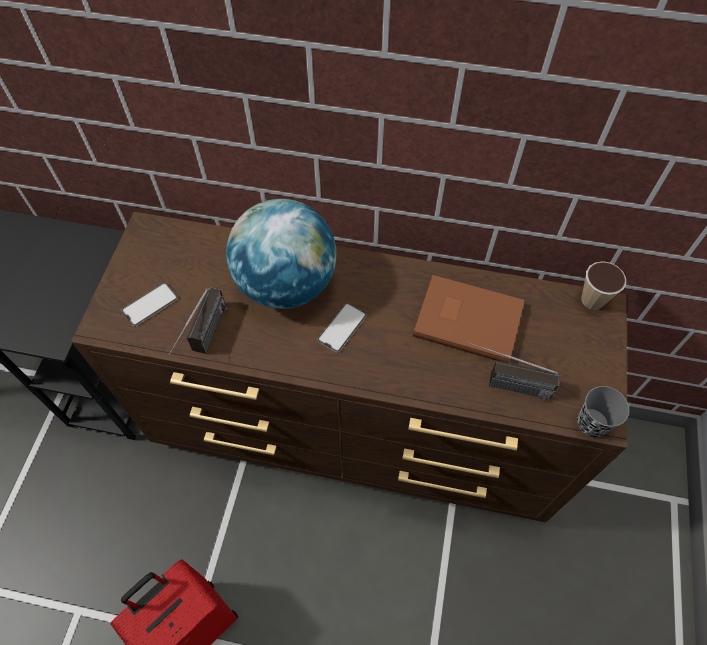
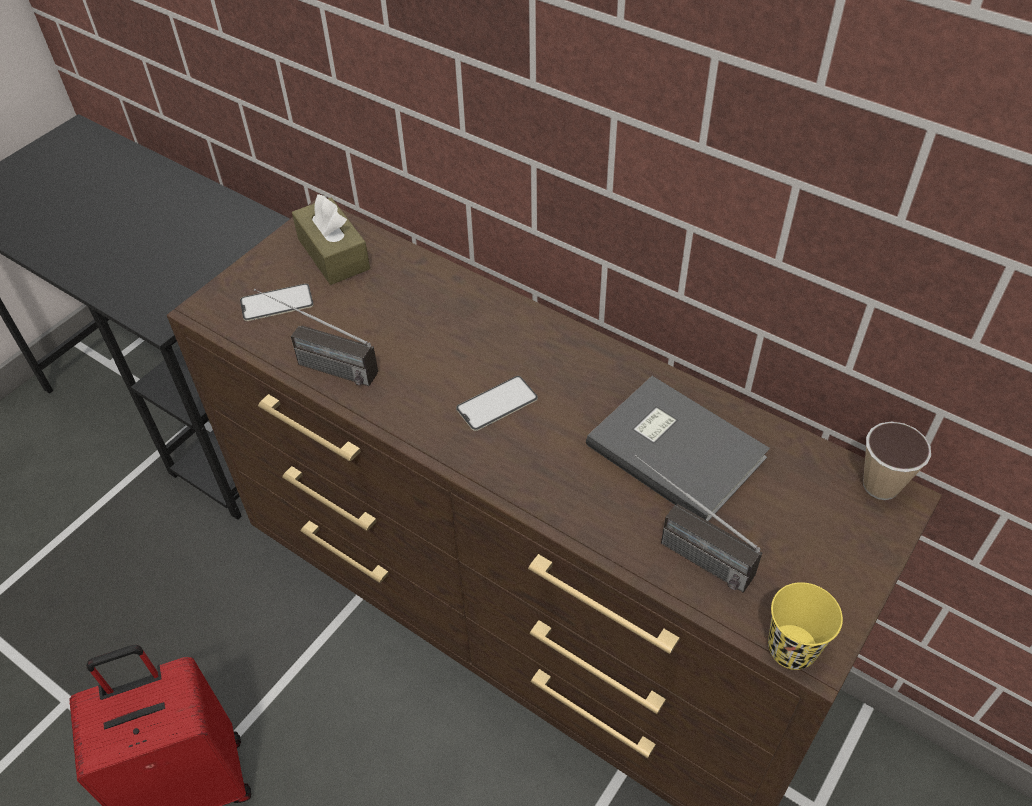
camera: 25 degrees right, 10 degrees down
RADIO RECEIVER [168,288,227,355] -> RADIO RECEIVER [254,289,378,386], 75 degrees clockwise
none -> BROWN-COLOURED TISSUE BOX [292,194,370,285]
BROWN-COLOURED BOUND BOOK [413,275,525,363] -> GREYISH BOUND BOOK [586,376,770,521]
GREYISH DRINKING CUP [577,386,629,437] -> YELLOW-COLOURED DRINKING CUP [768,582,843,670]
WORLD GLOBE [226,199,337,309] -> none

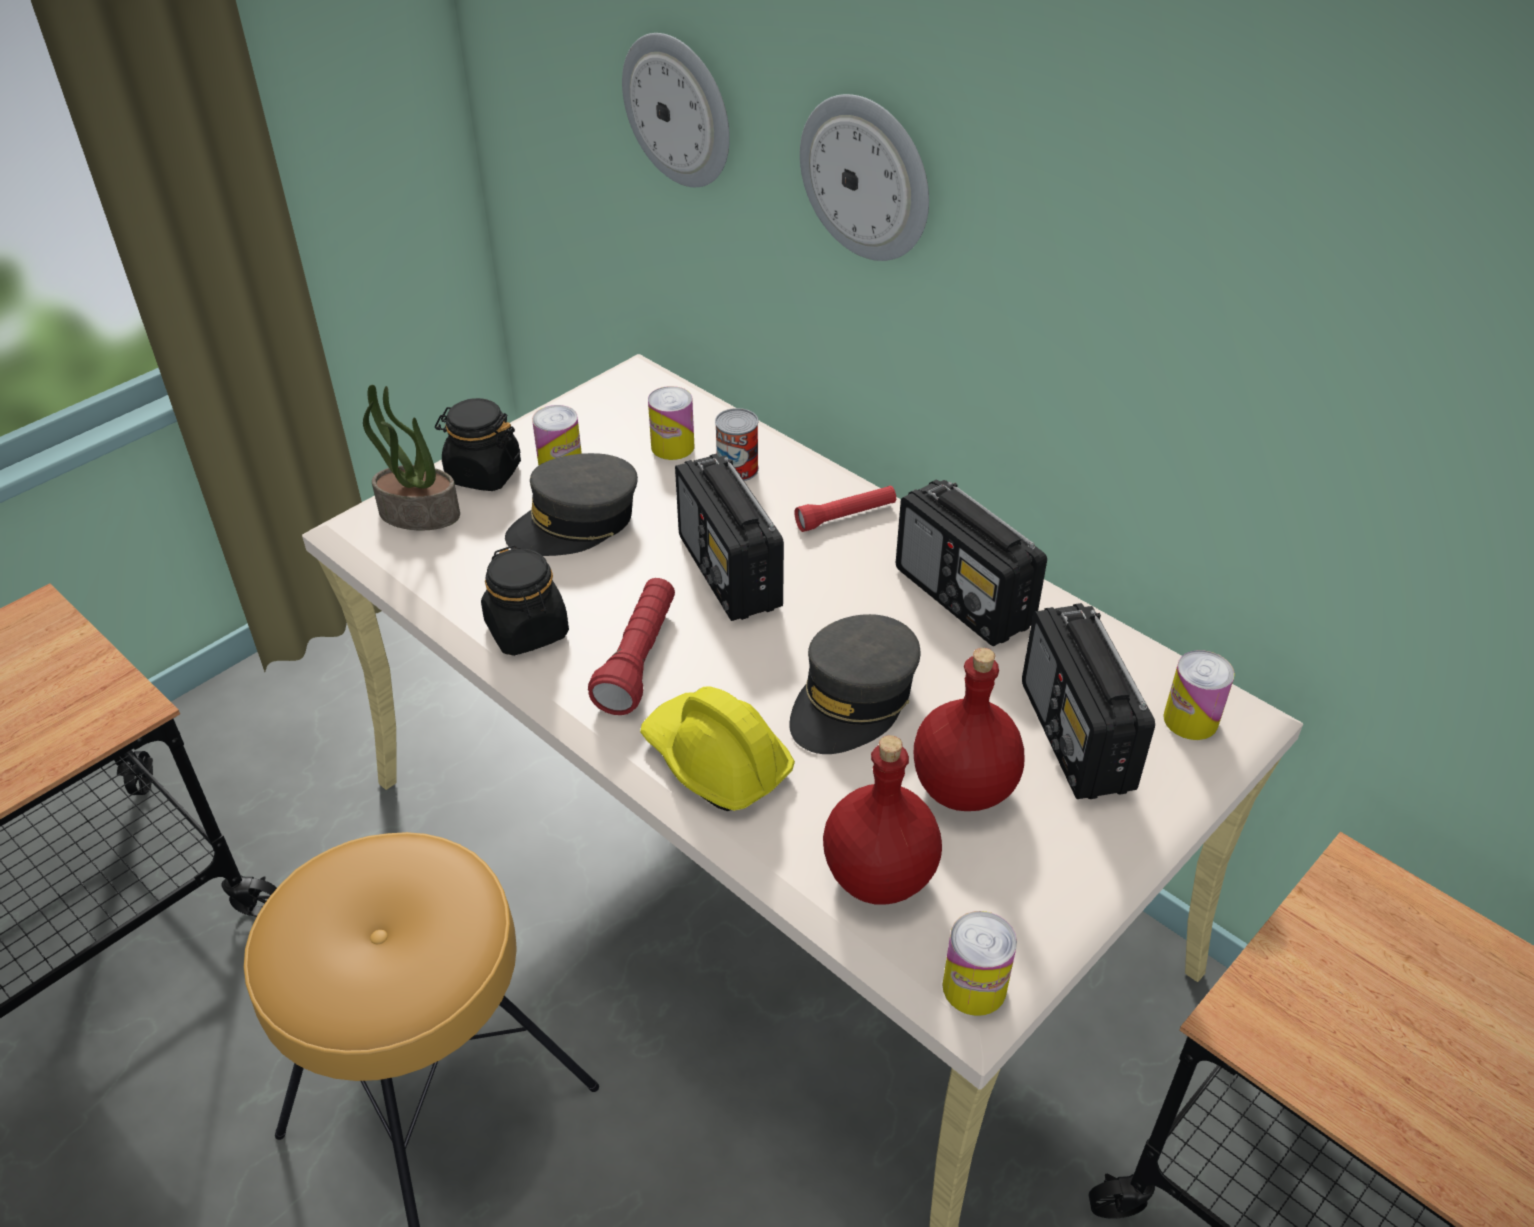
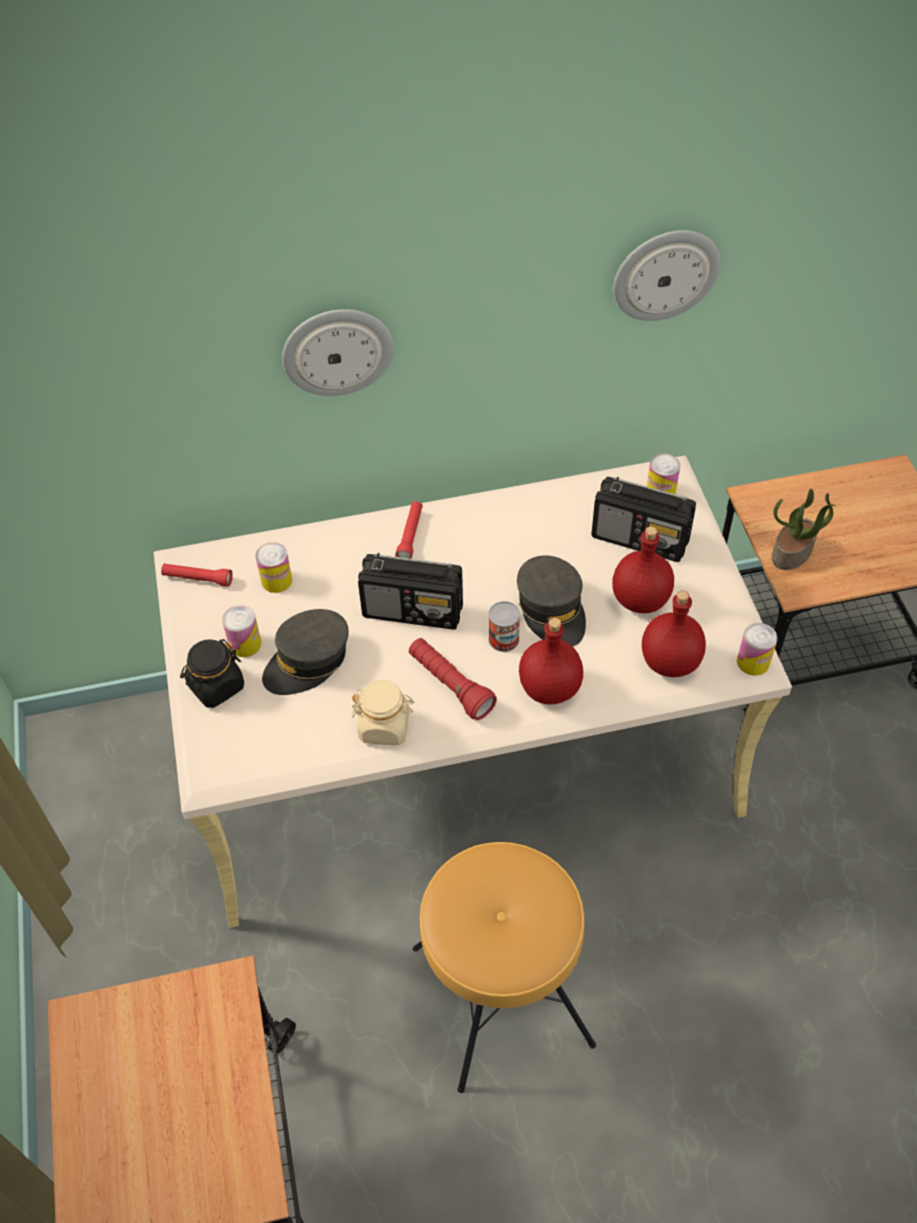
camera: 55 degrees left, 10 degrees up
none -> RED HAND TORCH [161,563,233,587]
GREYISH BASEBALL CAP [505,453,638,556] -> GREYISH BASEBALL CAP [262,609,349,695], 45 degrees clockwise
BLACK-COLOURED STORAGE JAR [481,545,569,656] -> BEIGE STORAGE JAR [351,680,415,745]
CAN [715,408,759,481] -> CAN [489,601,520,652], moved
YELLOW-COLOURED SAFETY HELMET [640,686,795,811] -> RED DRINK BOTTLE [519,618,583,704]
HANGING CLOCK [622,33,730,187] -> HANGING CLOCK [614,230,721,321], moved
POTTED PLANT [363,385,460,530] -> POTTED PLANT [772,489,836,570], moved
RADIO RECEIVER [896,479,1047,646] -> none

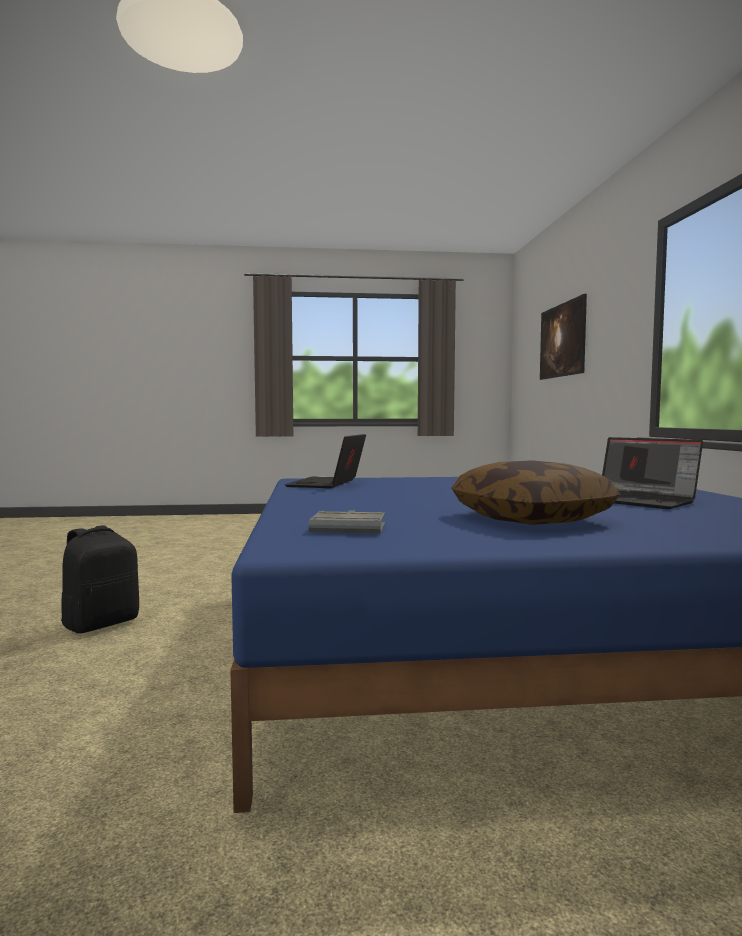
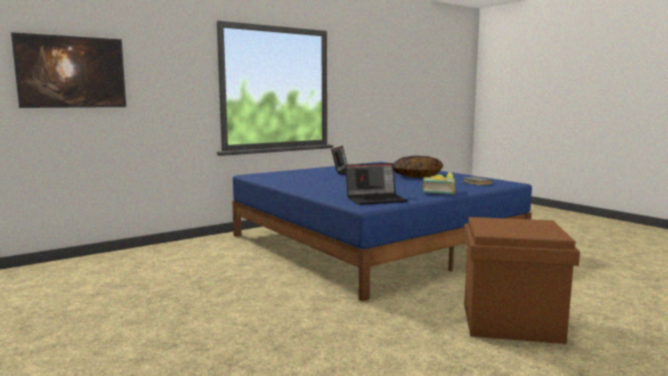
camera: 120 degrees left, 5 degrees up
none -> BOUND BOOK [423,172,455,195]
BLACK-COLOURED BACKPACK [61,525,139,633] -> BROWN-COLOURED STORAGE CONTAINER [464,217,580,344]

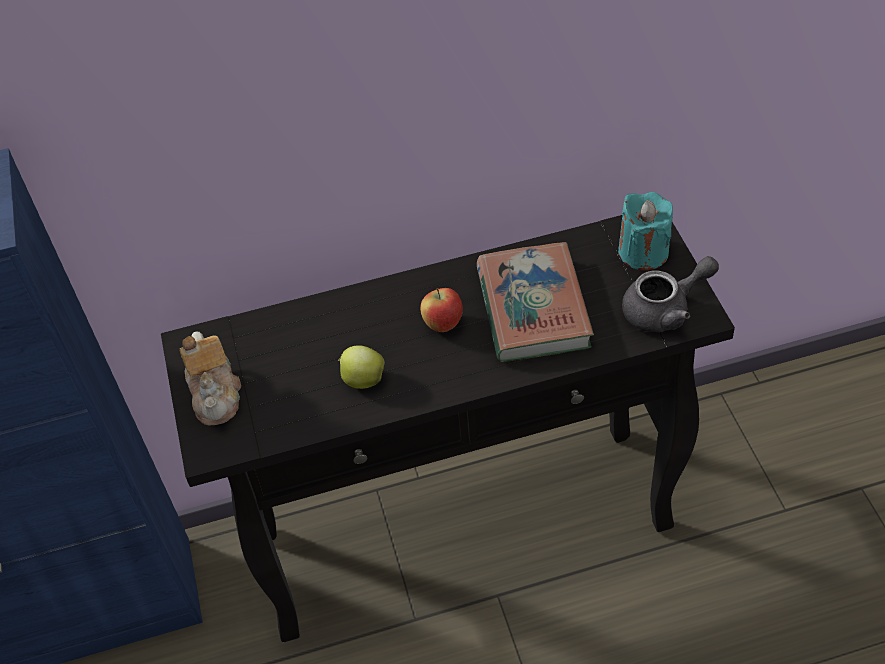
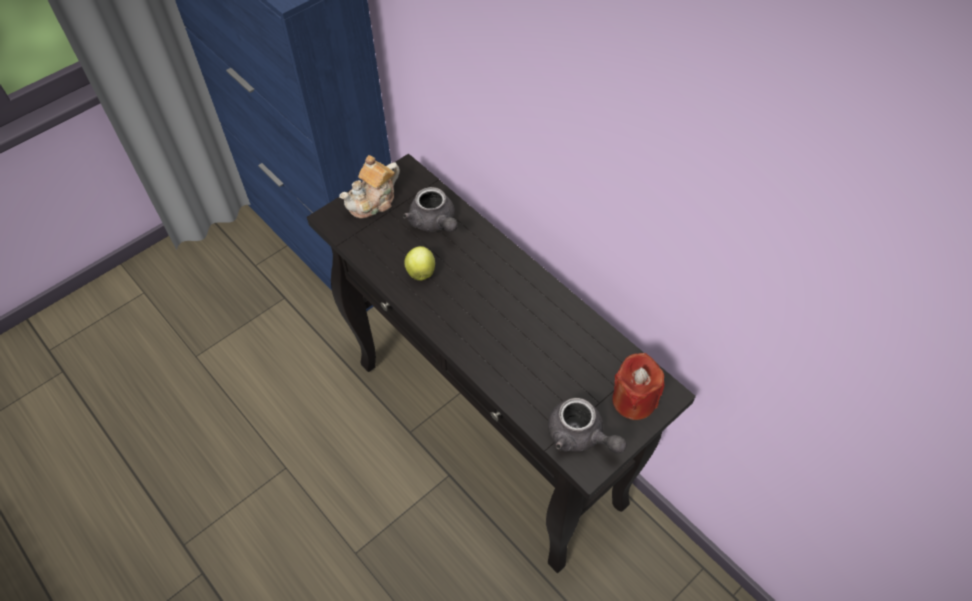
camera: 60 degrees right, 5 degrees up
none -> GREYISH TEA POT [403,187,458,232]
BLUE-GREEN WAX LIGHT [618,192,673,270] -> RED WAX LIGHT [612,353,664,420]
WHOLE APPLE [420,288,463,332] -> none
BOUND BOOK [477,242,594,362] -> none

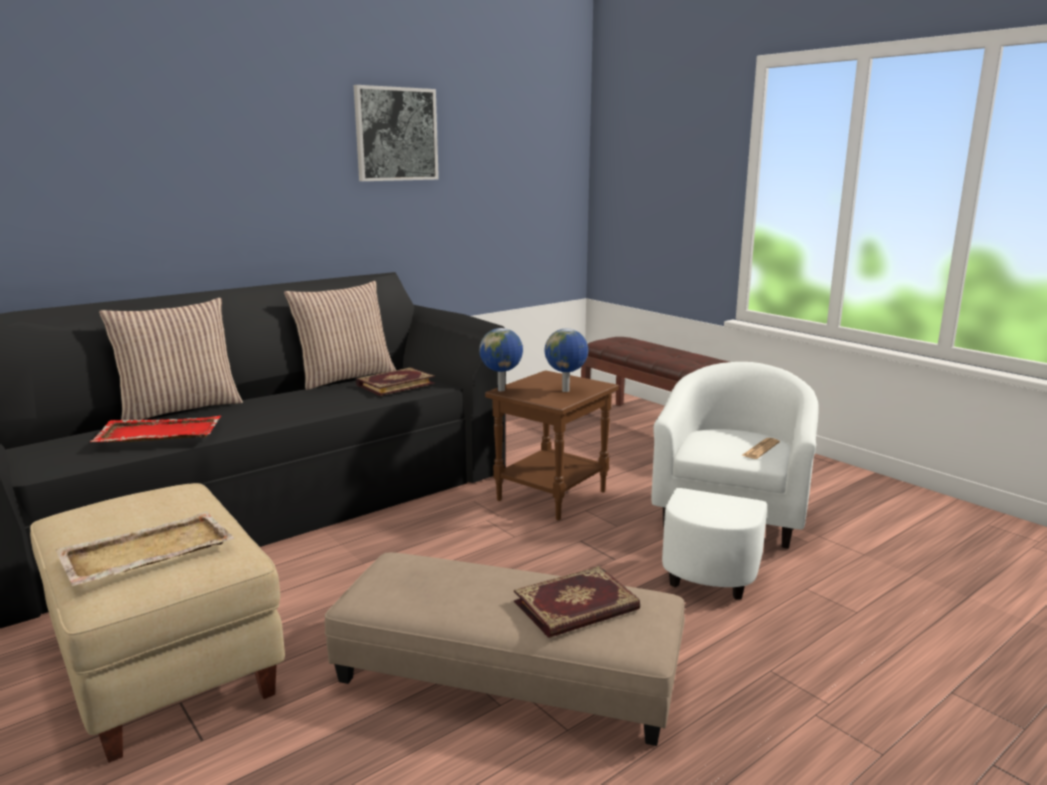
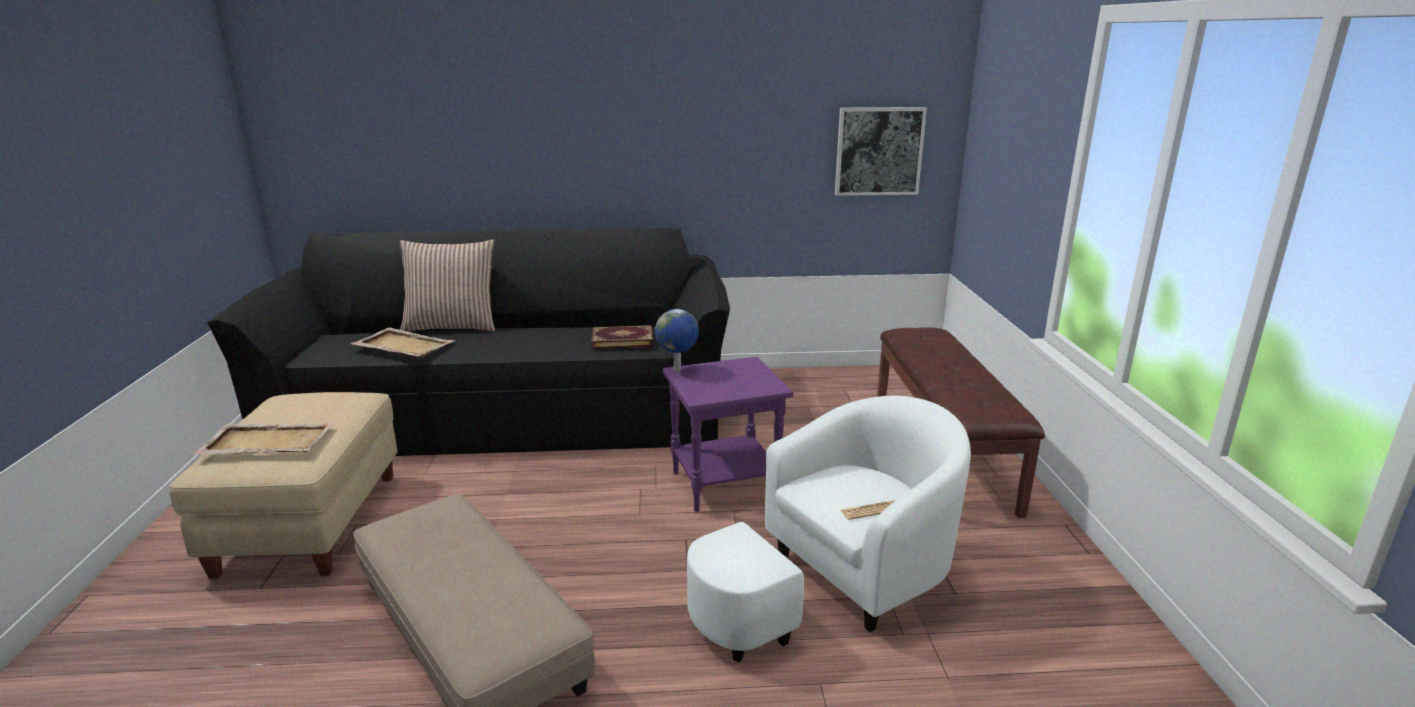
camera: 35 degrees right, 5 degrees up
RED SERVING TRAY [90,416,221,442] -> BEIGE SERVING TRAY [351,327,455,358]
BROWN-COLOURED END TABLE [485,370,619,521] -> PURPLE END TABLE [663,356,793,512]
WALL PICTURE [354,85,439,181] -> WALL PICTURE [835,107,927,196], moved
CUSHION [284,281,396,390] -> none
BOUND BOOK [514,566,640,638] -> none
WORLD GLOBE [545,328,588,392] -> none

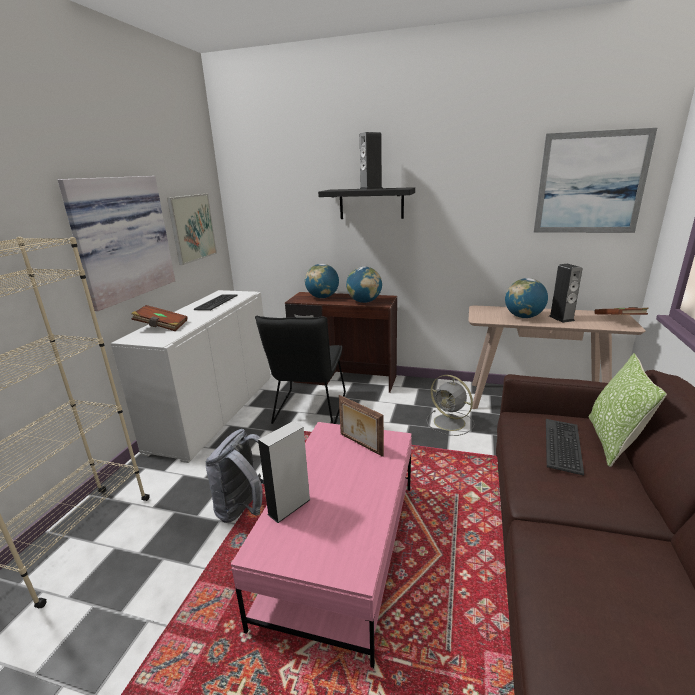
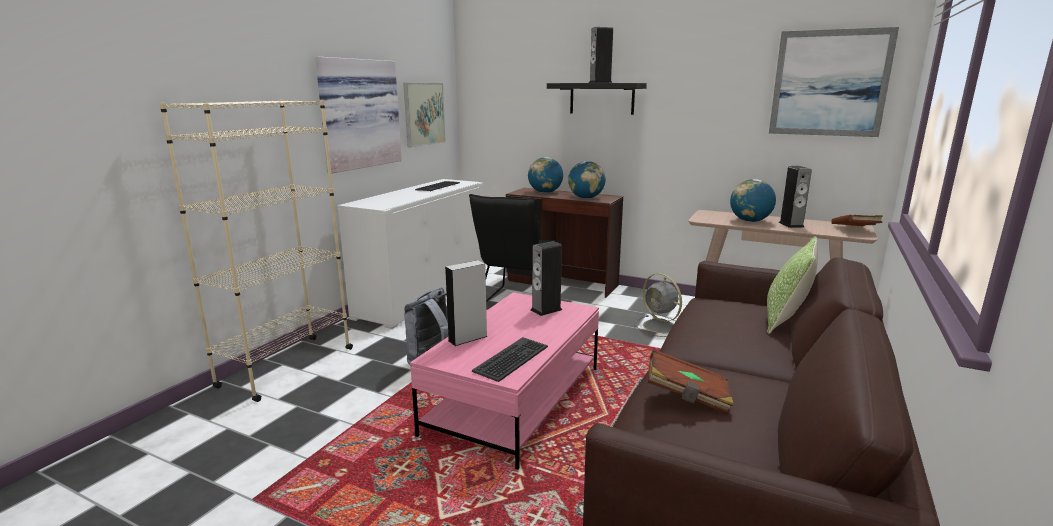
camera: 10 degrees right, 5 degrees down
KEYBOARD [546,419,584,476] -> KEYBOARD [472,337,548,382], moved
STANDING FRAME [339,395,384,457] -> SPEAKER [531,241,562,316]
BROWN-COLOURED BOUND BOOK [131,305,187,331] -> BROWN-COLOURED BOUND BOOK [648,349,734,415], moved

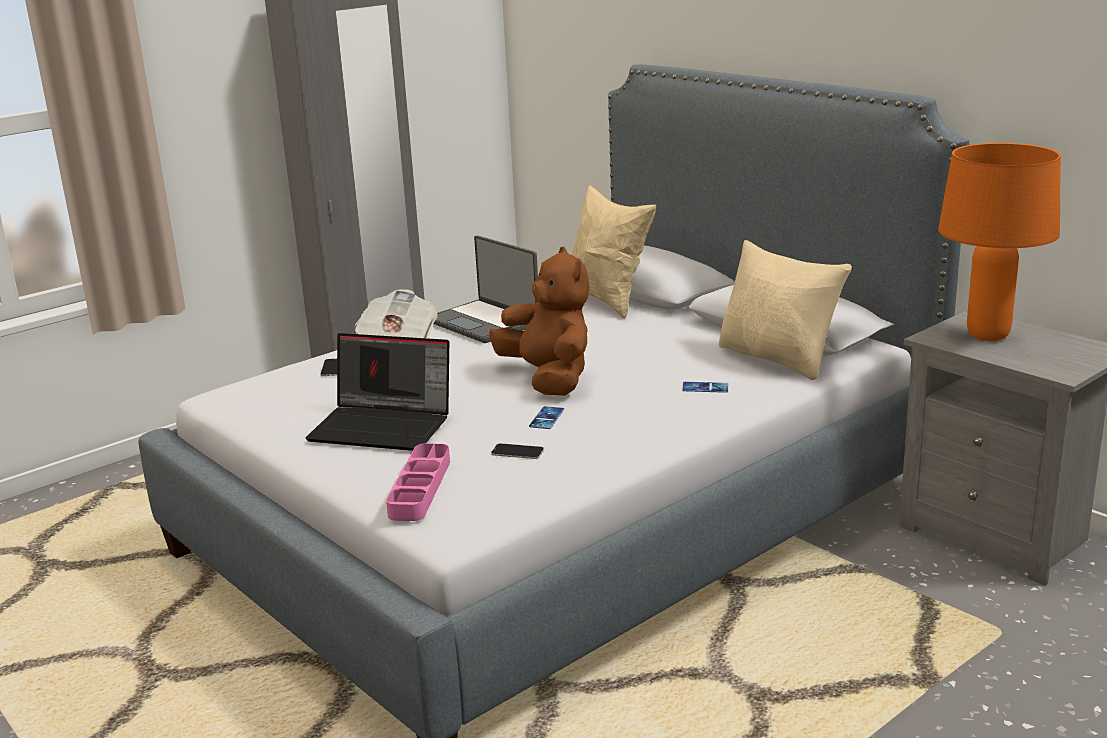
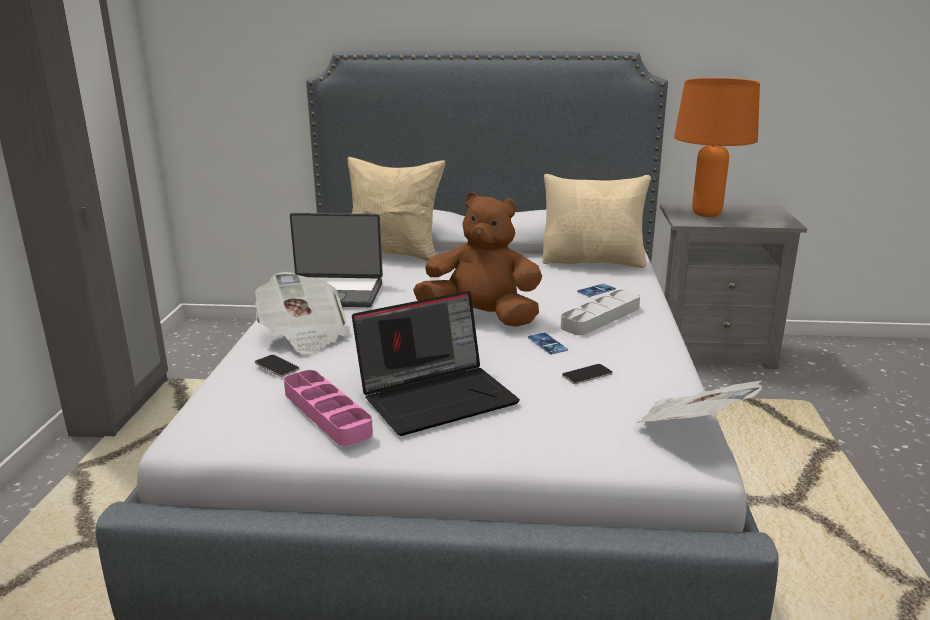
camera: 45 degrees left, 0 degrees up
PINK SERVING TRAY [386,443,450,521] -> PINK SERVING TRAY [284,370,373,446], moved
none -> GREYISH SERVING TRAY [561,290,640,335]
none -> NEWSPAPER [636,381,762,423]

